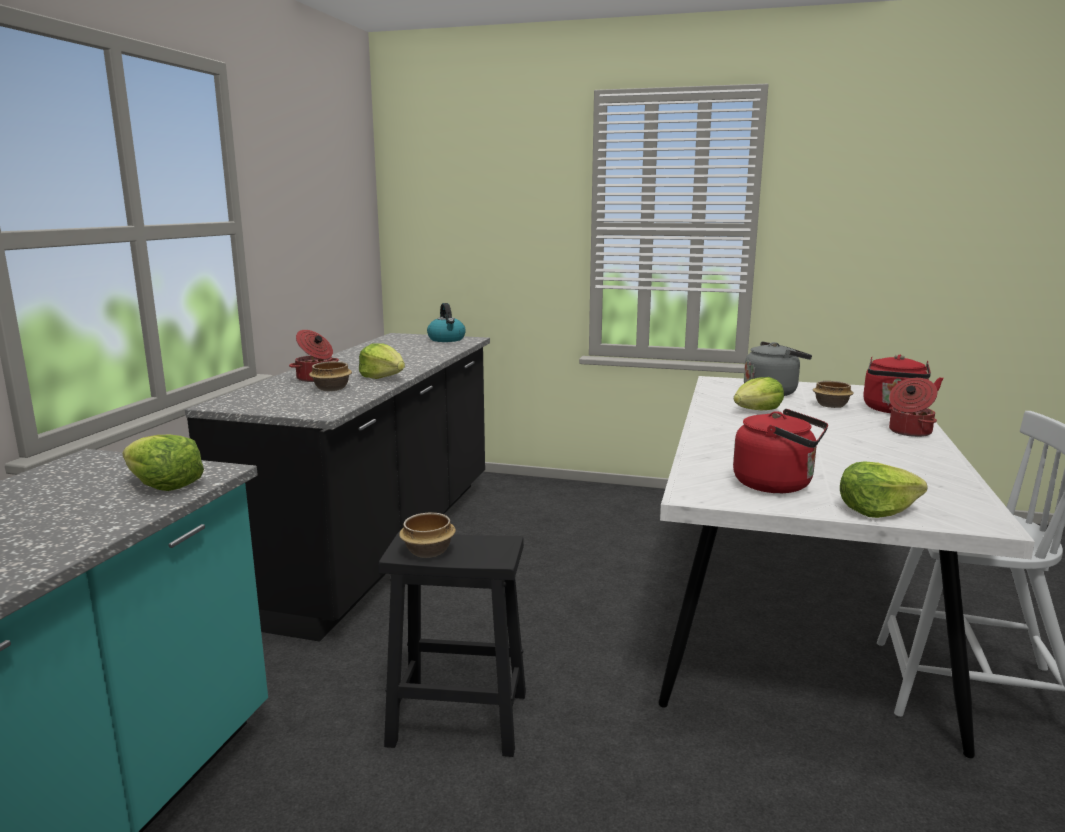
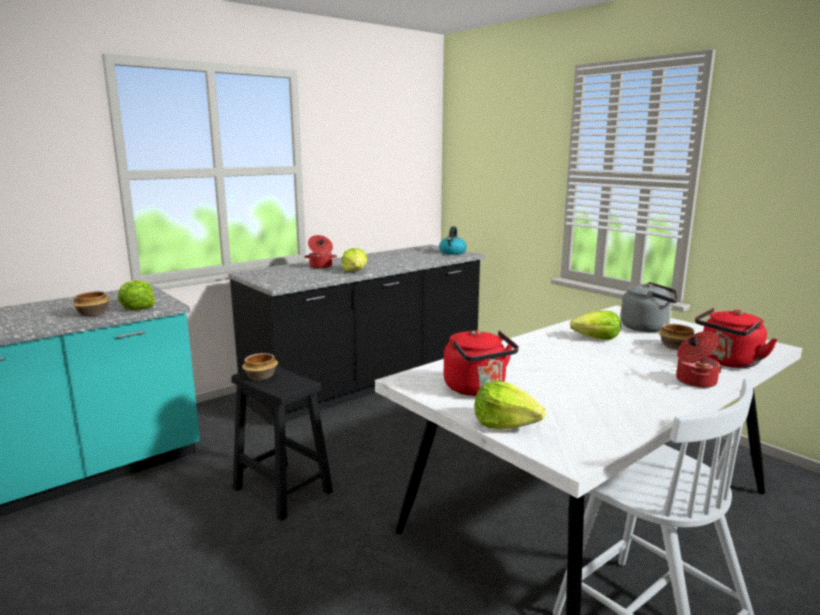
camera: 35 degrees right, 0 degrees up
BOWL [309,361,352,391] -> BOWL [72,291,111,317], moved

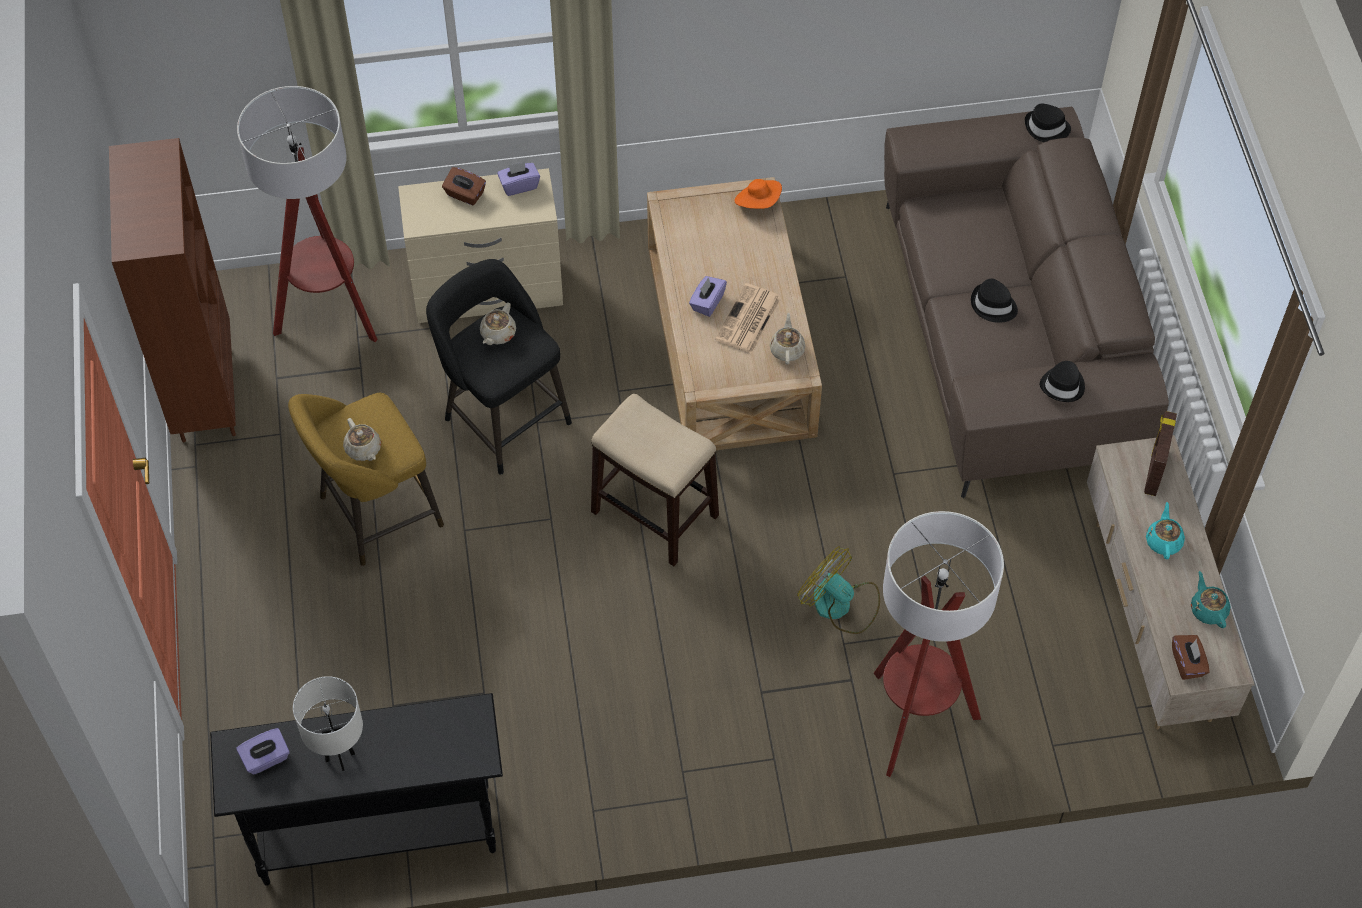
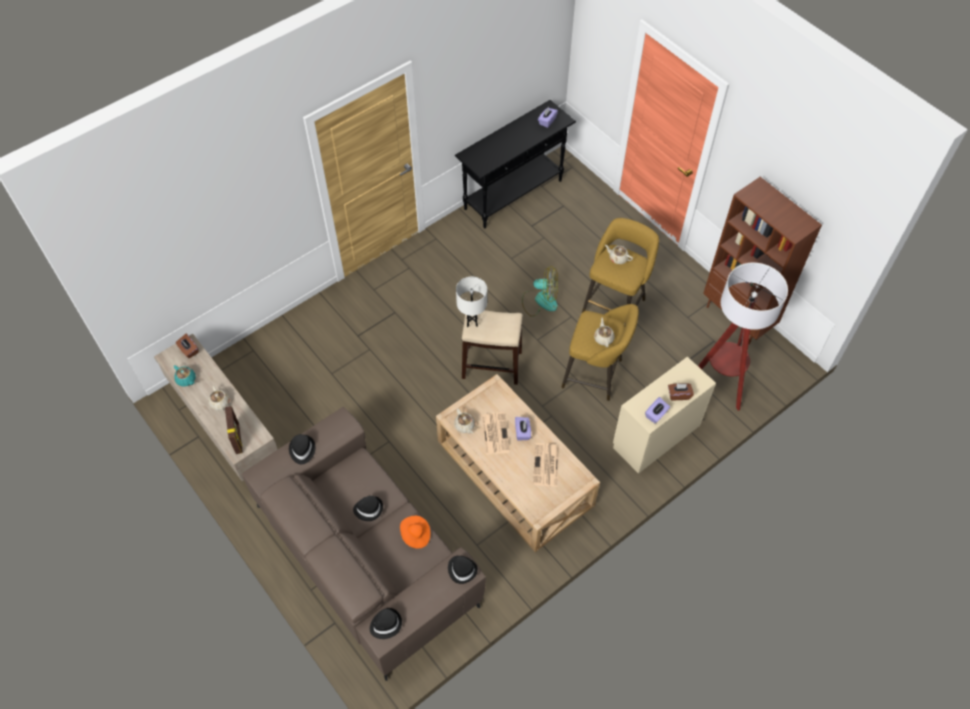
camera: 150 degrees right, 0 degrees up
BLUE-GREEN TEA POT [1146,502,1185,559] -> BEIGE TEA POT [208,386,230,411]
ORANGE WEARABLE HAT [734,179,782,209] -> ORANGE WEARABLE HAT [400,516,431,549], moved
none -> BLACK-COLOURED WEARABLE HAT [448,556,478,584]
WHITISH LAMP FOR A TABLE [293,676,363,771] -> WHITISH LAMP FOR A TABLE [456,277,487,327], moved
FAN [797,546,880,634] -> FAN [522,266,558,317], moved
none -> NEWSPAPER [533,443,559,487]
BLACK-COLOURED STOOL SEAT [426,259,572,475] -> YELLOW-COLOURED STOOL SEAT [562,304,639,401]
FLOOR LAMP [873,511,1004,777] -> none

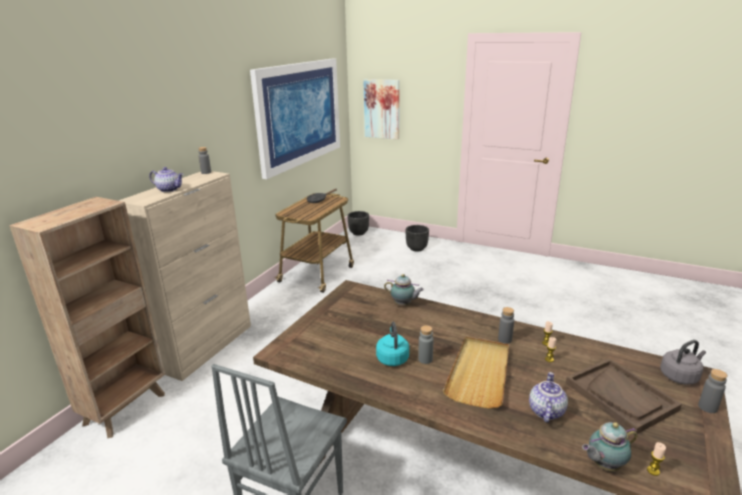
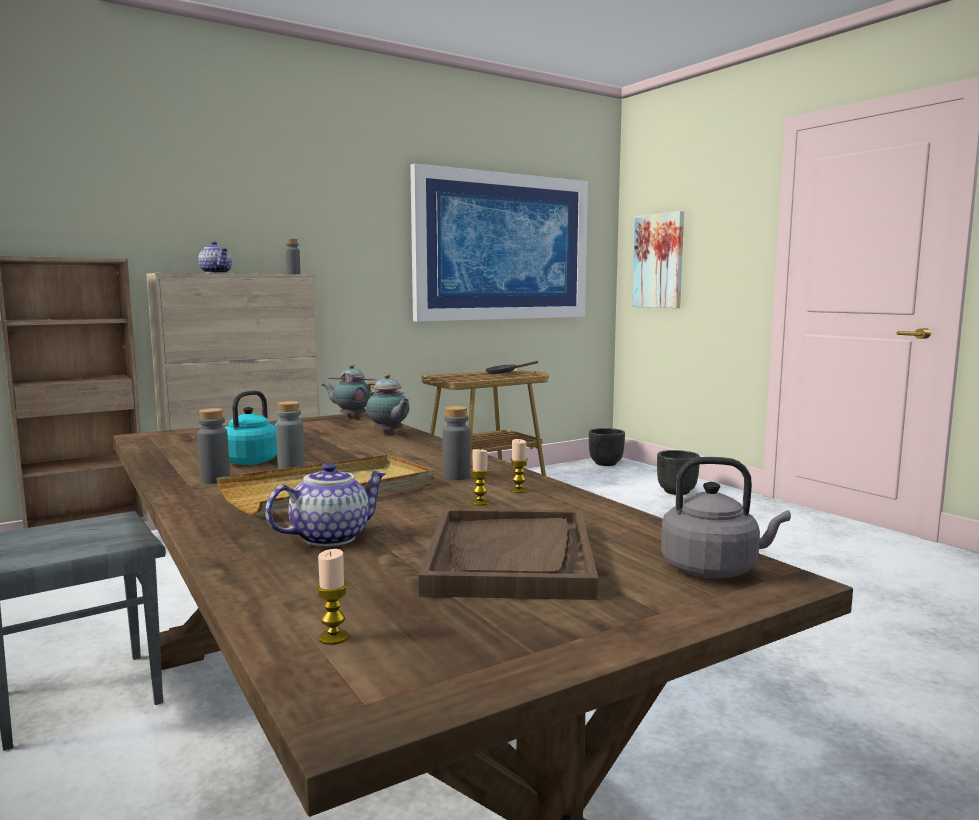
camera: 30 degrees right, 15 degrees down
GREYISH DRINK BOTTLE [698,369,727,413] -> GREYISH DRINK BOTTLE [198,408,230,484], moved
TEA POT [582,422,638,471] -> TEA POT [322,364,377,418], moved

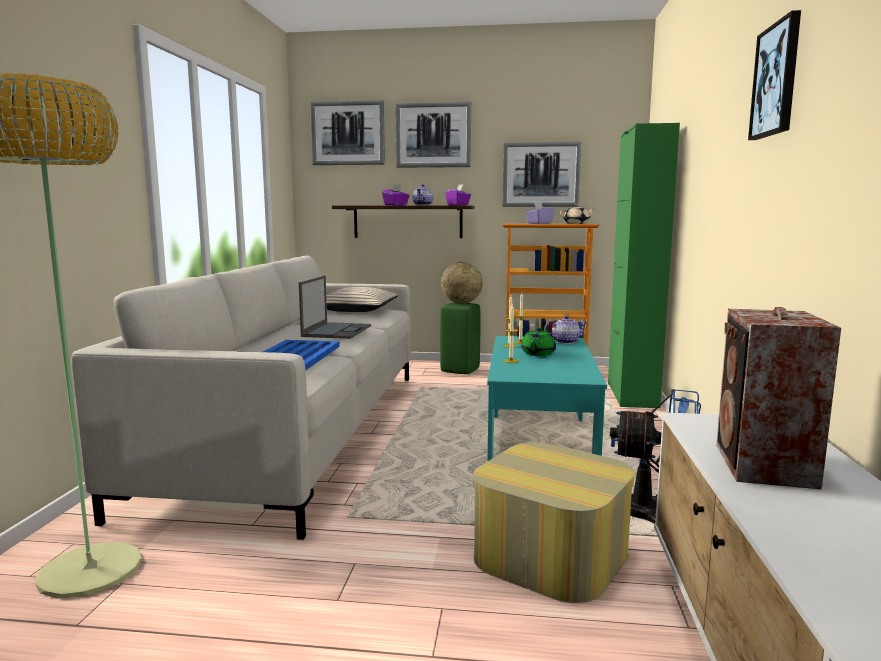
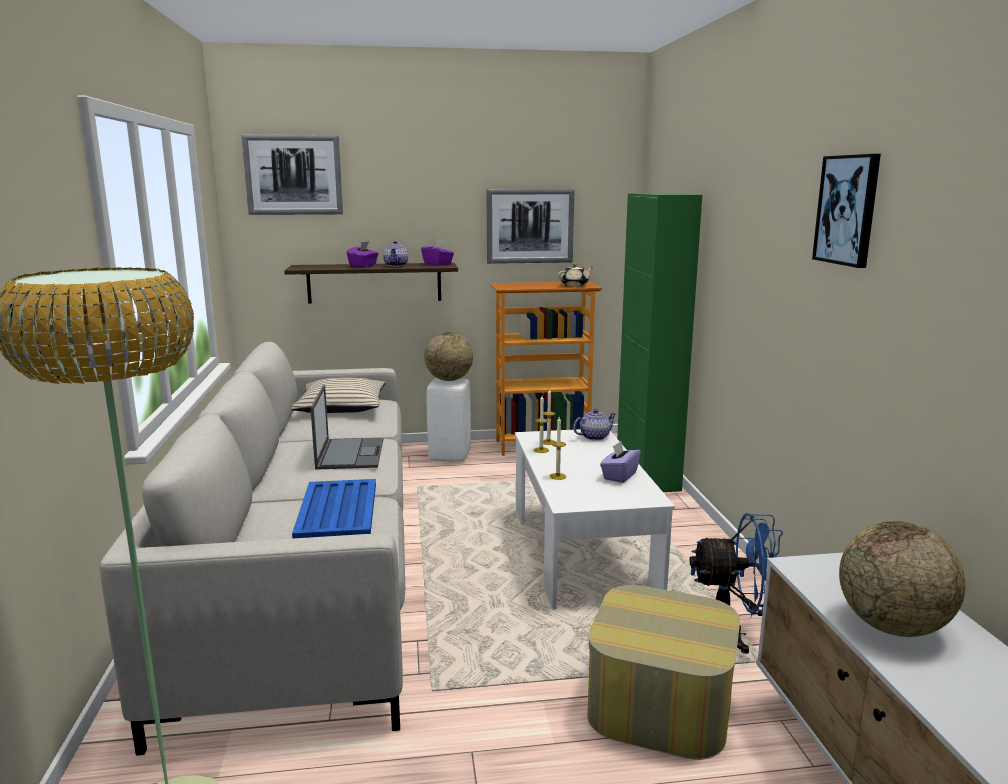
camera: 15 degrees left, 5 degrees up
GREENISH STOOL SEAT [440,302,480,374] -> WHITISH STOOL SEAT [427,378,471,462]
BLUE-GREEN LOUNGE TABLE [487,336,607,462] -> WHITISH LOUNGE TABLE [515,429,675,609]
PURPLE TISSUE BOX [525,202,554,224] -> PURPLE TISSUE BOX [600,441,641,483], moved
SPEAKER [716,307,841,489] -> WORLD GLOBE [839,521,966,637]
WALL PICTURE [395,102,471,168] -> none
GREENISH TEA POT [521,327,556,356] -> none

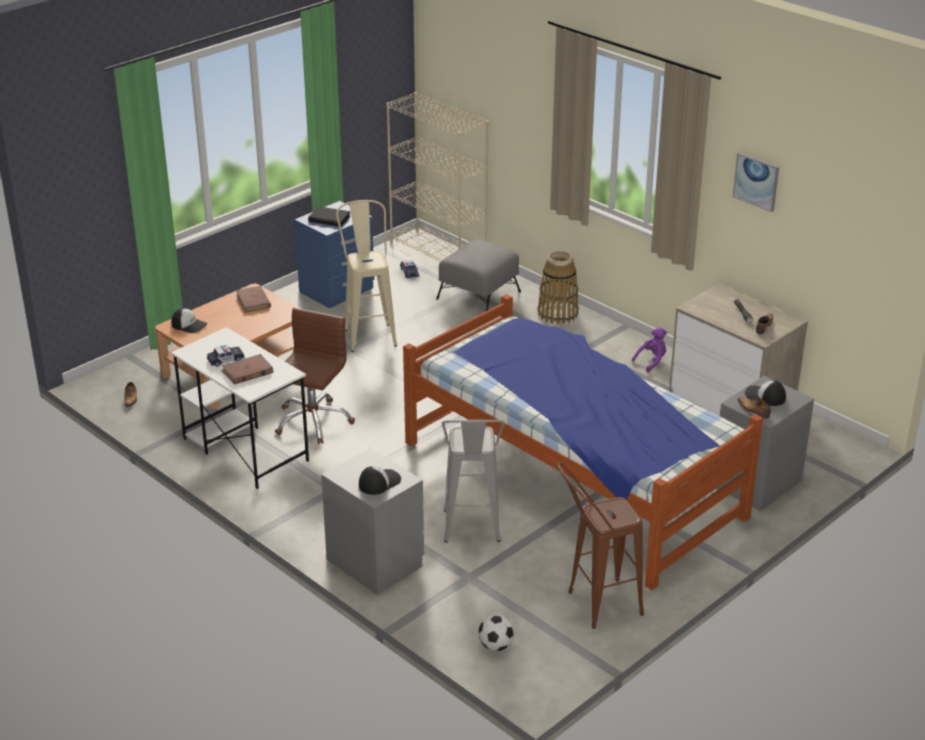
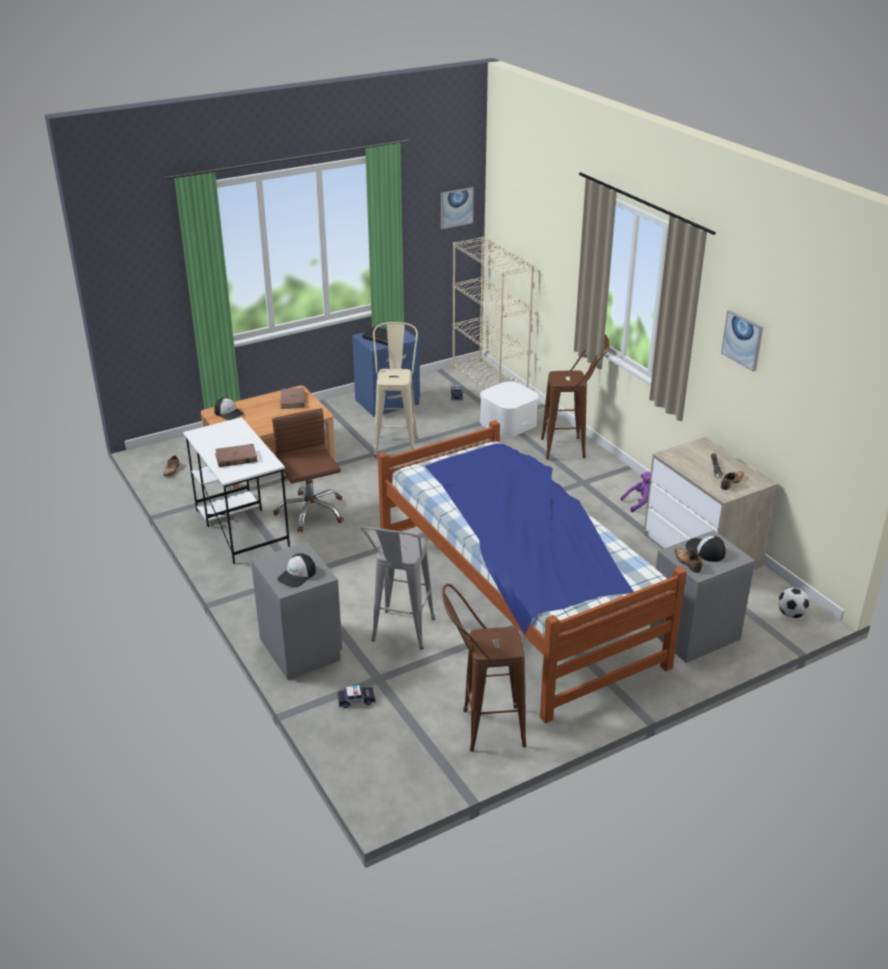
camera: 15 degrees right, 0 degrees up
BROWN-COLOURED OFFICE CHAIR [275,308,355,444] -> BROWN-COLOURED OFFICE CHAIR [272,408,344,532], 60 degrees counterclockwise
BASEBALL CAP [359,466,401,495] -> BASEBALL CAP [277,553,316,587], 150 degrees clockwise
MODEL CAR [207,345,245,367] -> MODEL CAR [337,685,376,708], moved
none -> WALL PICTURE [441,187,474,229]
GREYISH POUFFE [436,240,521,311] -> WHITISH STORAGE CONTAINER [480,381,539,437]
BASKET [537,251,579,324] -> BROWN-COLOURED STOOL SEAT [541,334,610,459]
FOOTBALL [478,614,514,651] -> FOOTBALL [778,588,810,618], moved

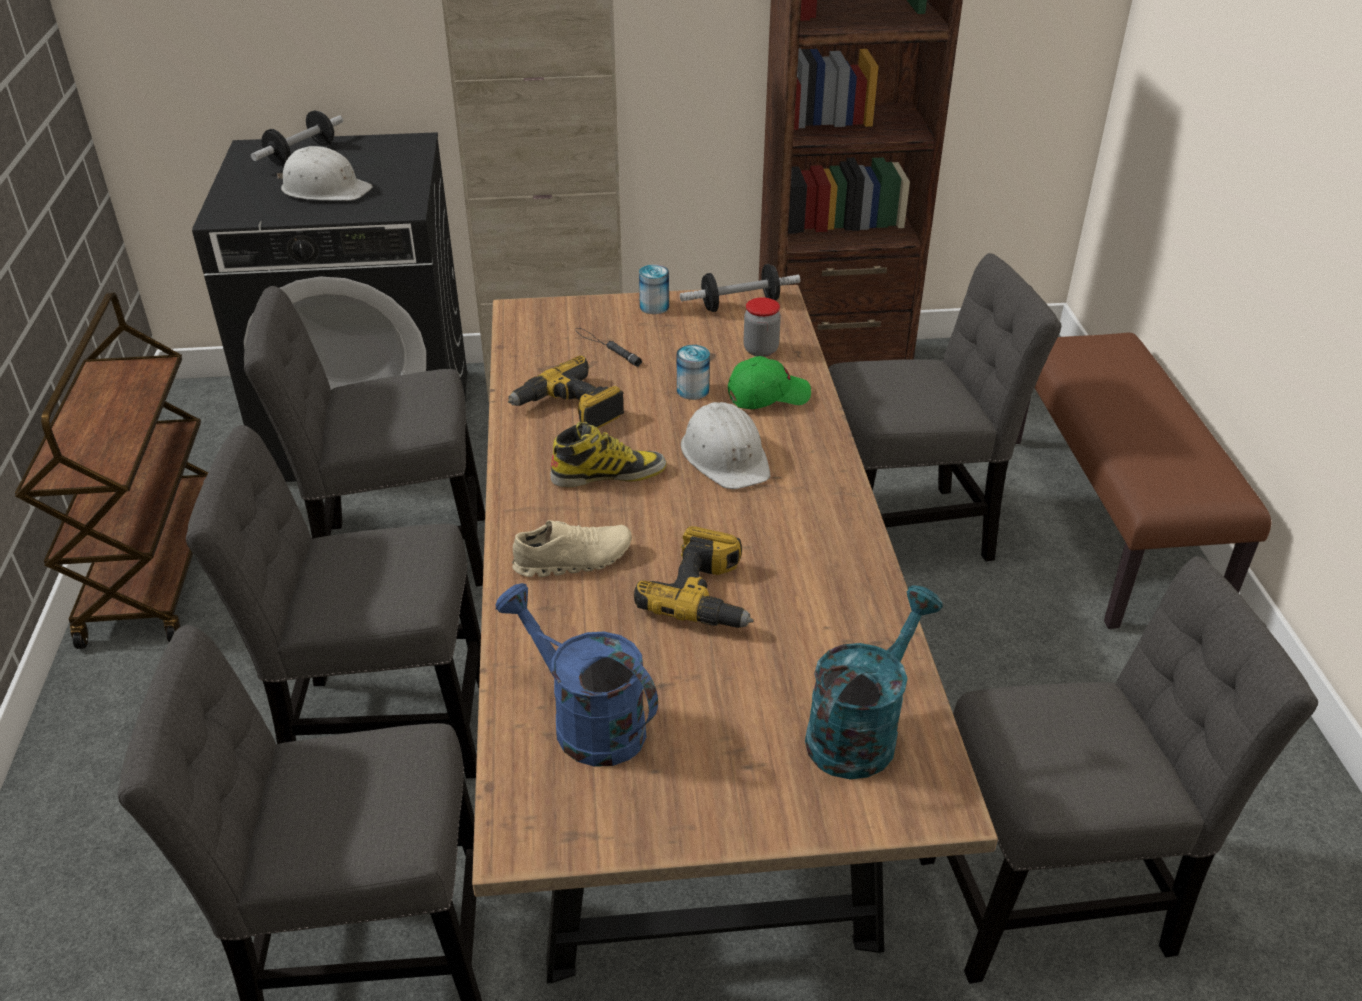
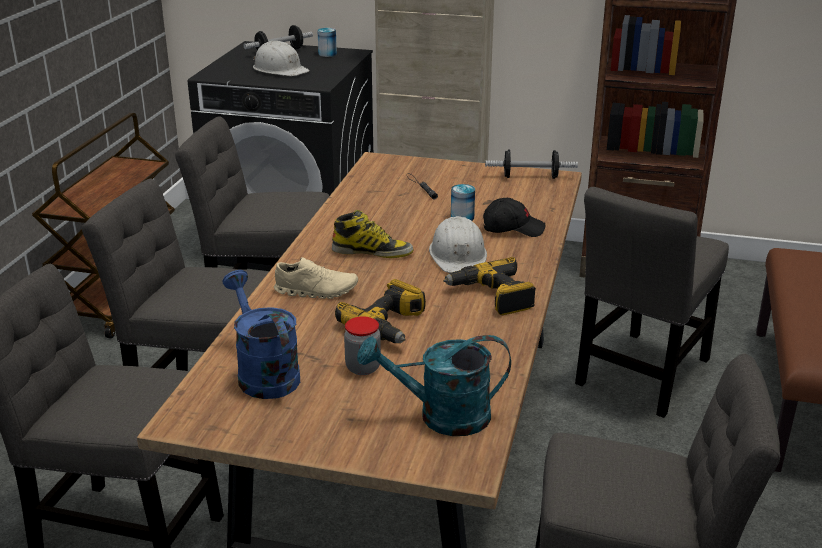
camera: 20 degrees right, 10 degrees down
CAN [639,264,669,314] -> CAN [317,28,337,57], moved
STORAGE JAR [743,297,781,357] -> STORAGE JAR [344,316,381,375], moved
BLUE-GREEN WATERING CAN [805,585,943,779] -> BLUE-GREEN WATERING CAN [357,335,511,436], 150 degrees counterclockwise
POWER DRILL [508,355,624,428] -> POWER DRILL [443,257,536,315], moved
GREENISH BASEBALL CAP [728,356,811,409] -> BLACK-COLOURED BASEBALL CAP [483,198,546,237]
GREYISH PLAIN CHAIR [828,253,1061,561] -> GREYISH PLAIN CHAIR [575,187,729,418], 120 degrees clockwise

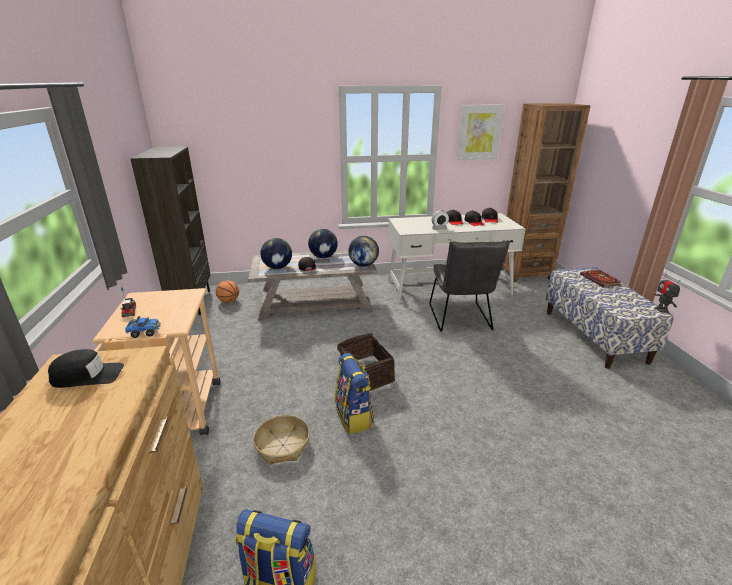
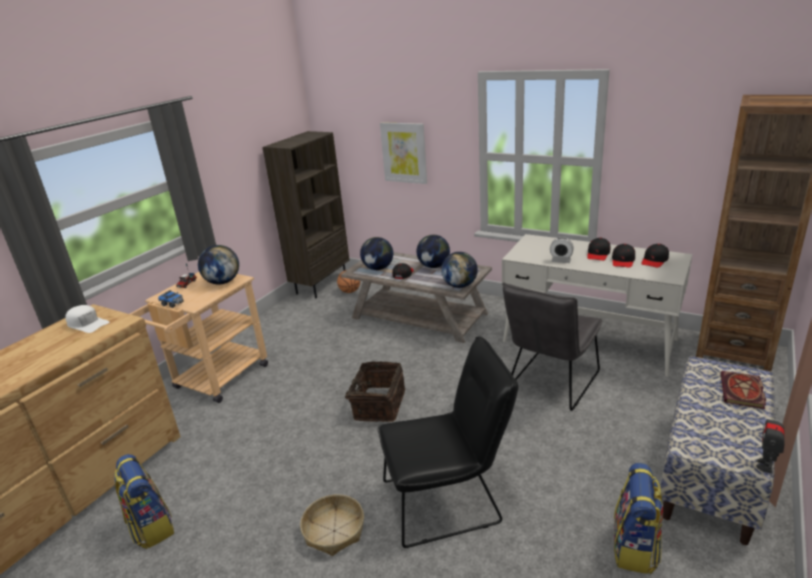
camera: 40 degrees right, 0 degrees up
BLACK-COLOURED BASEBALL CAP [48,349,124,388] -> WHITISH BASEBALL CAP [65,305,109,333]
none -> WORLD GLOBE [198,245,239,284]
BASKET [253,415,310,465] -> BASKET [300,494,364,556], moved
none -> BLACK-COLOURED PLAIN CHAIR [378,336,519,548]
WALL PICTURE [457,105,504,160] -> WALL PICTURE [380,122,427,184], moved
BACKPACK [335,353,374,434] -> BACKPACK [614,463,663,574], moved

